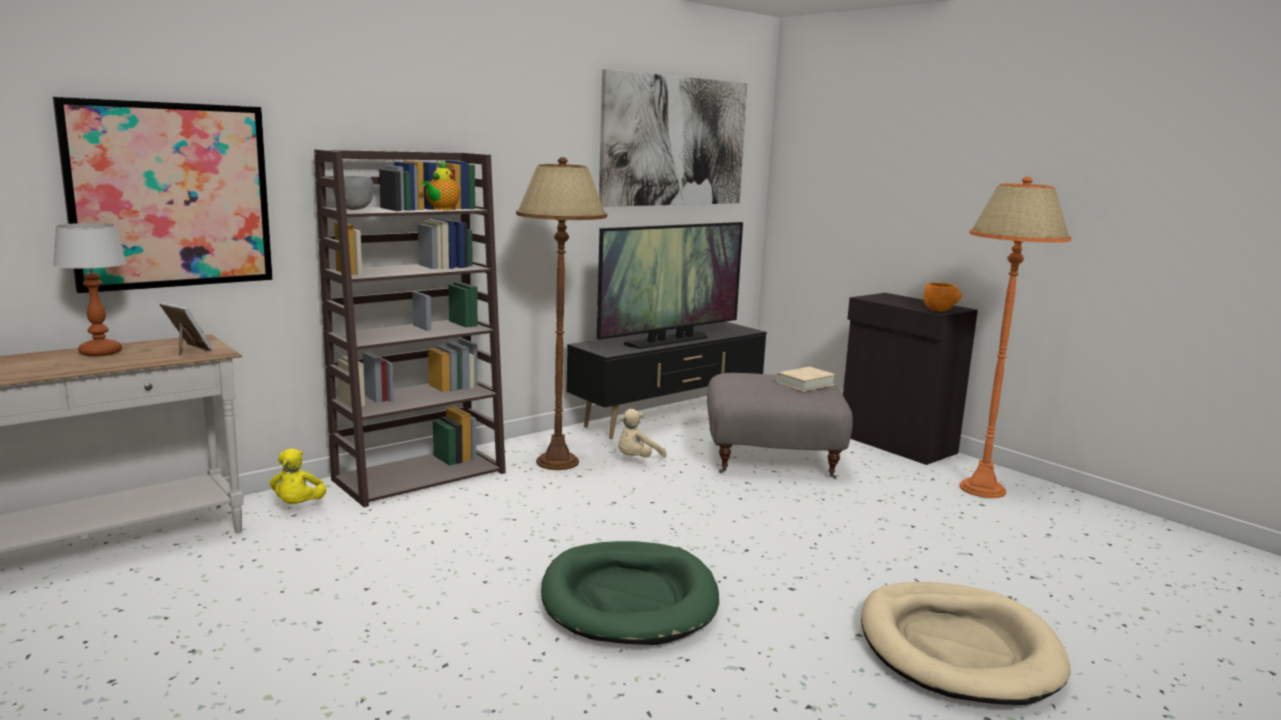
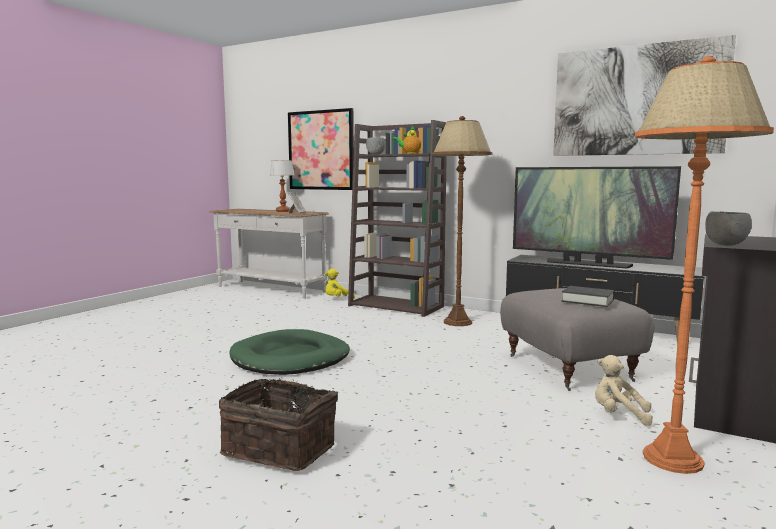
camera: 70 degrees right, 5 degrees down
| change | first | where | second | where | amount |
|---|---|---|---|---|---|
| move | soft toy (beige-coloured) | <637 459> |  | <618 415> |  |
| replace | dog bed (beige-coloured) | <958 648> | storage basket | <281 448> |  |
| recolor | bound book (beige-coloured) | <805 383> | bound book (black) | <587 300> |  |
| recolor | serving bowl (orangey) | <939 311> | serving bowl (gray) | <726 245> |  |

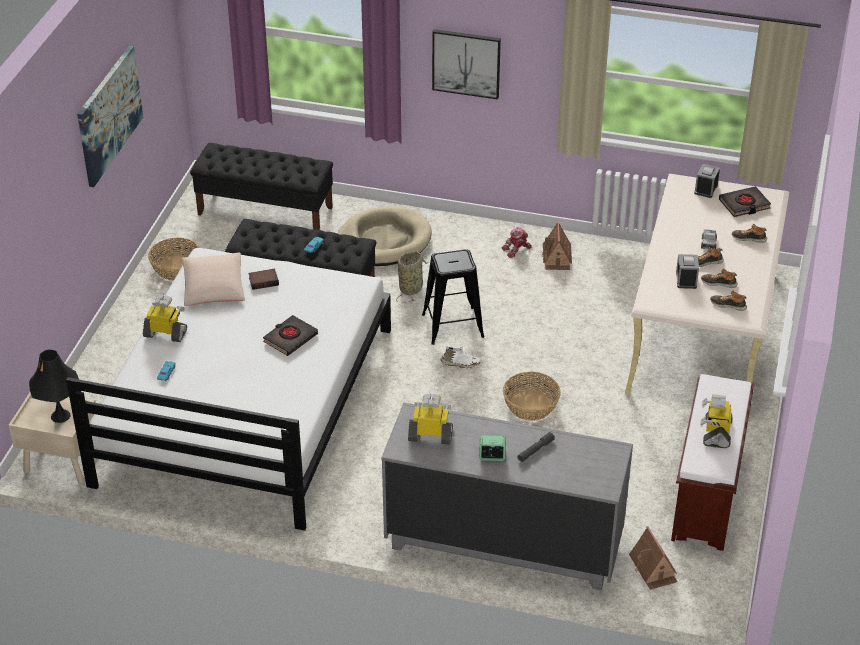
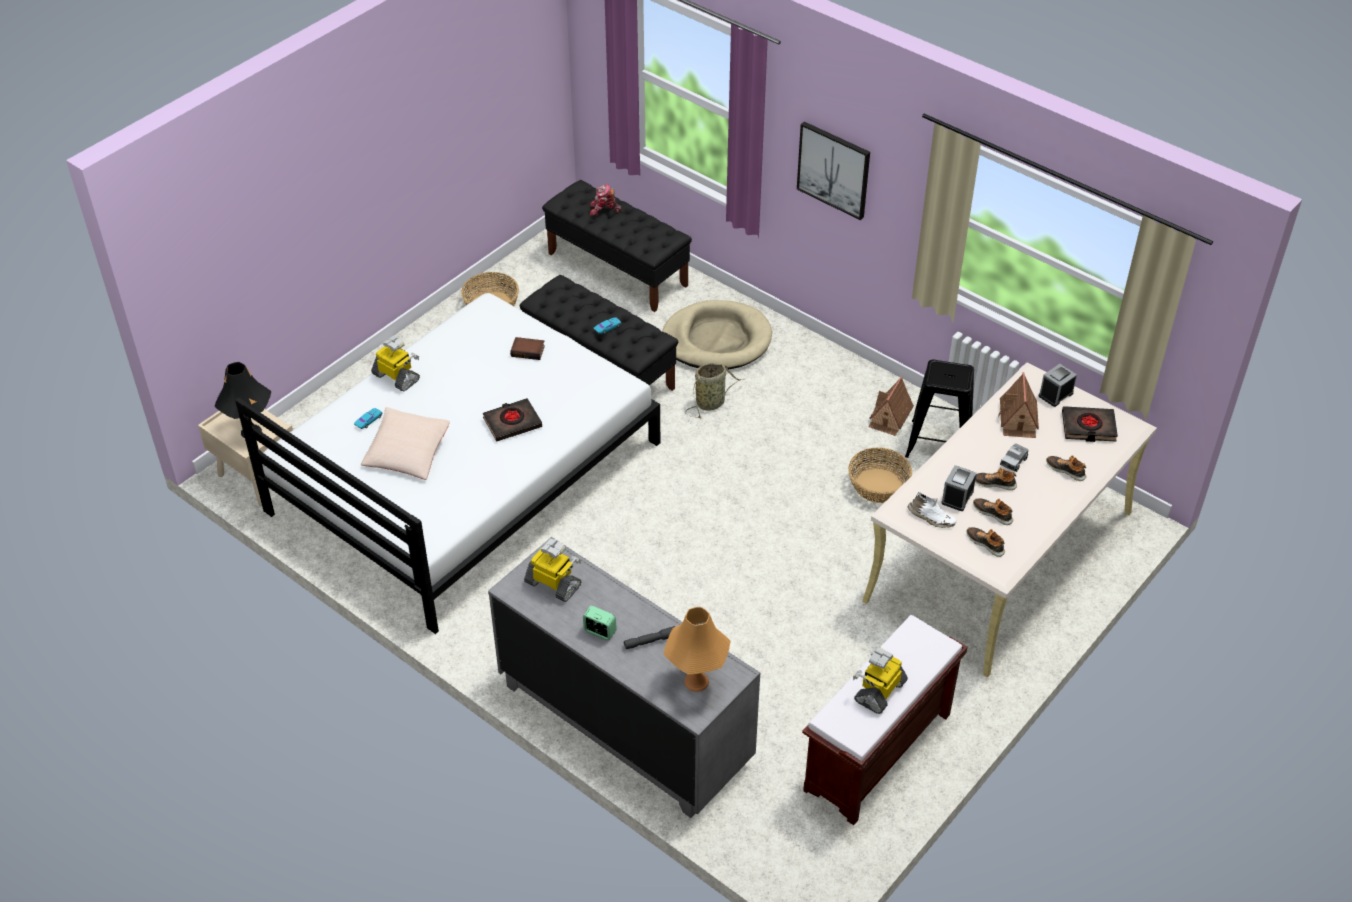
camera: 25 degrees right, 5 degrees up
| change | first | where | second | where | amount |
|---|---|---|---|---|---|
| delete | wall art | <109 115> |  |  |  |
| insert |  |  | lamp for a table (orangey) | <696 681> |  |
| move | pillow (beige-coloured) | <213 288> |  | <407 453> |  |
| move | stool (black) | <452 325> |  | <938 443> |  |
| move | low shoe (white) | <460 363> |  | <931 518> |  |
| move | model robot | <516 250> |  | <604 209> |  |
| move | storage basket | <531 406> |  | <878 486> |  |
| move | toy house | <653 569> |  | <1018 419> |  |

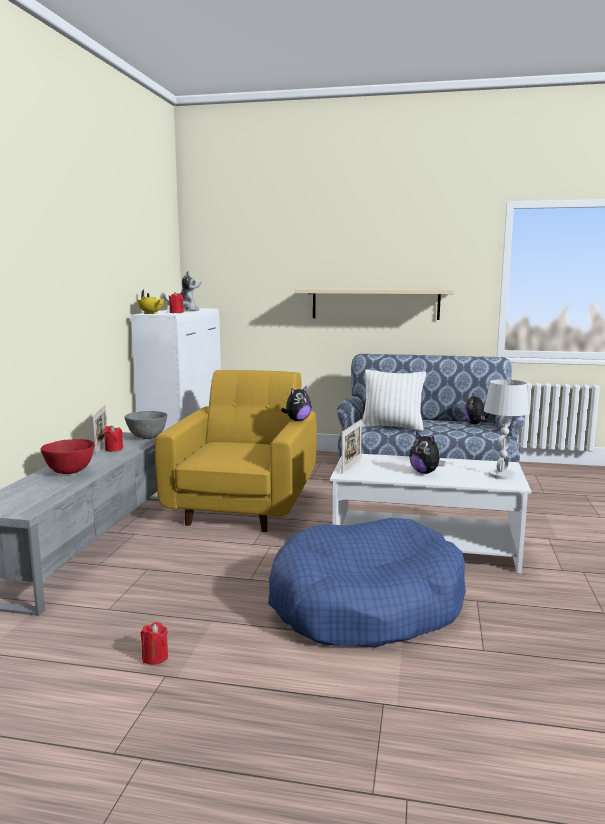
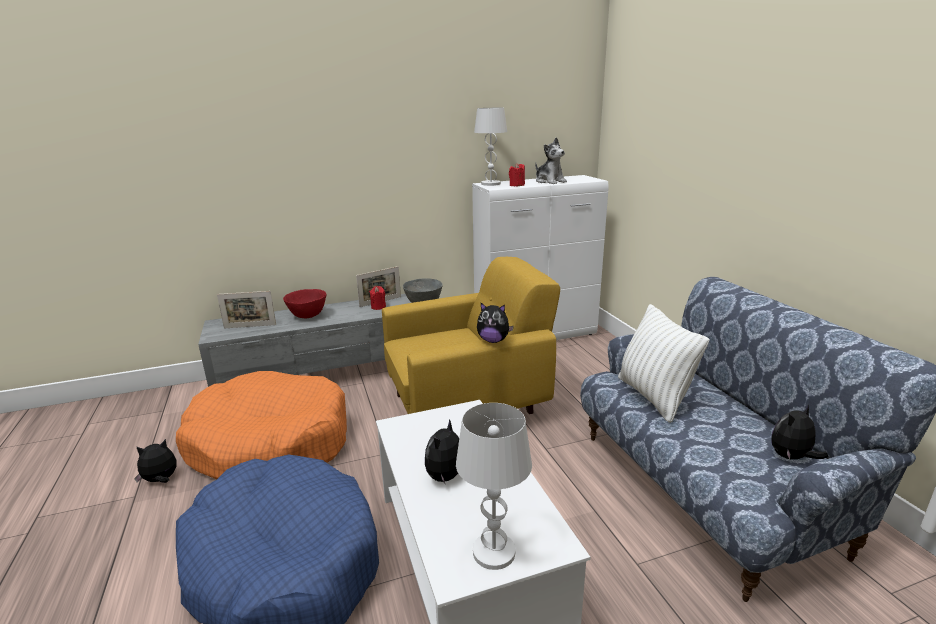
camera: 60 degrees right, 10 degrees up
| change | first | where | second | where | amount |
|---|---|---|---|---|---|
| delete | bracket shelf (beige-coloured) | <375 303> |  |  |  |
| insert |  |  | dog bed (orangey) | <270 443> |  |
| move | standing frame | <351 465> |  | <250 326> |  |
| replace | teapot (yellow-coloured) | <151 313> | lamp for a table (white) | <490 184> |  |
| replace | wax candle (red) | <155 657> | soft toy | <161 480> |  |

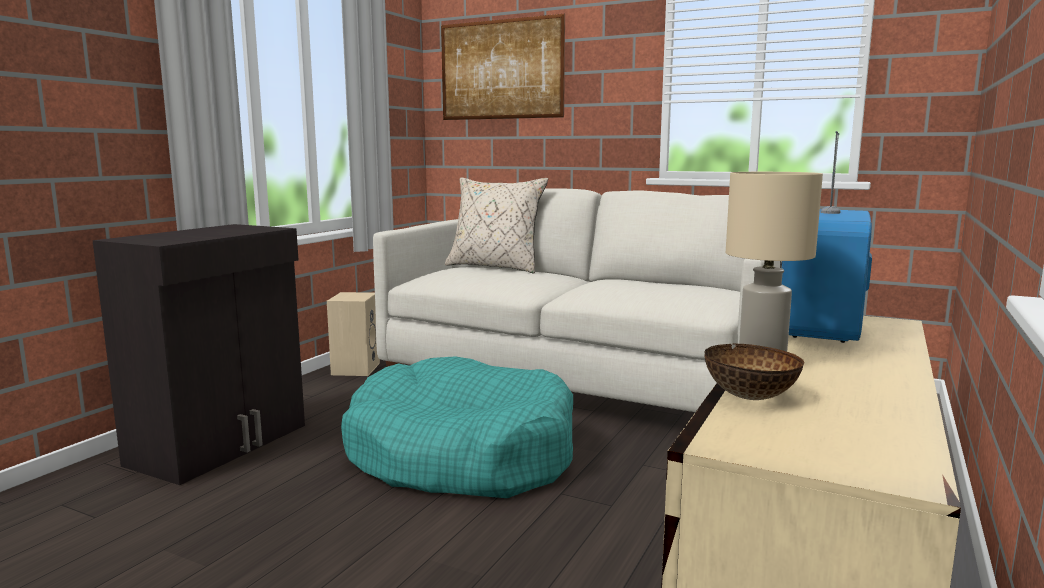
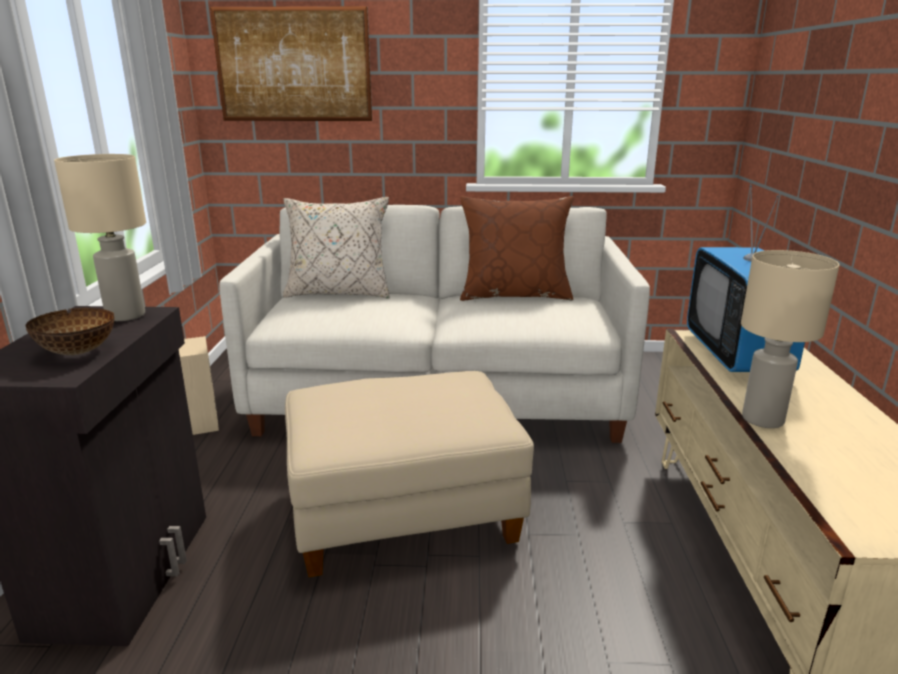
camera: 25 degrees left, 10 degrees up
| change | first | where | second | where | amount |
|---|---|---|---|---|---|
| insert |  |  | lamp for a table (beige-coloured) | <124 316> |  |
| insert |  |  | pillow (brown-coloured) | <515 295> |  |
| move | serving bowl | <751 397> |  | <79 352> |  |
| replace | dog bed (turquoise-coloured) | <461 454> | pouffe (beige-coloured) | <403 512> |  |

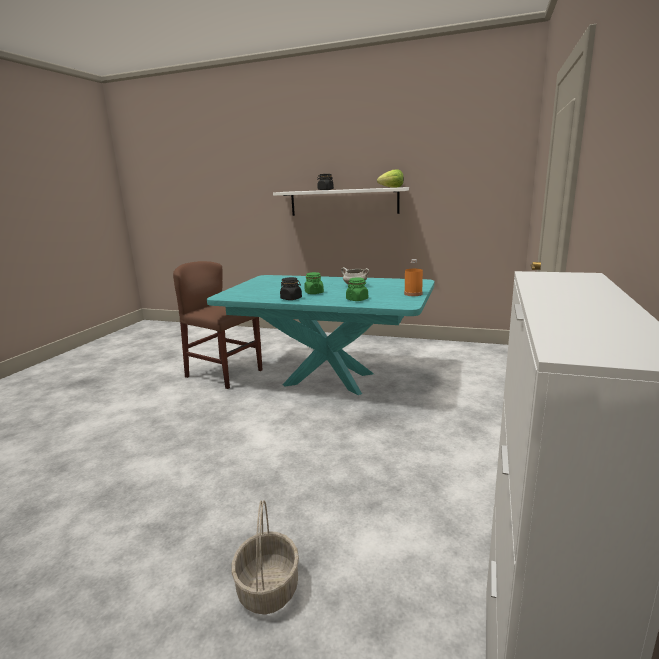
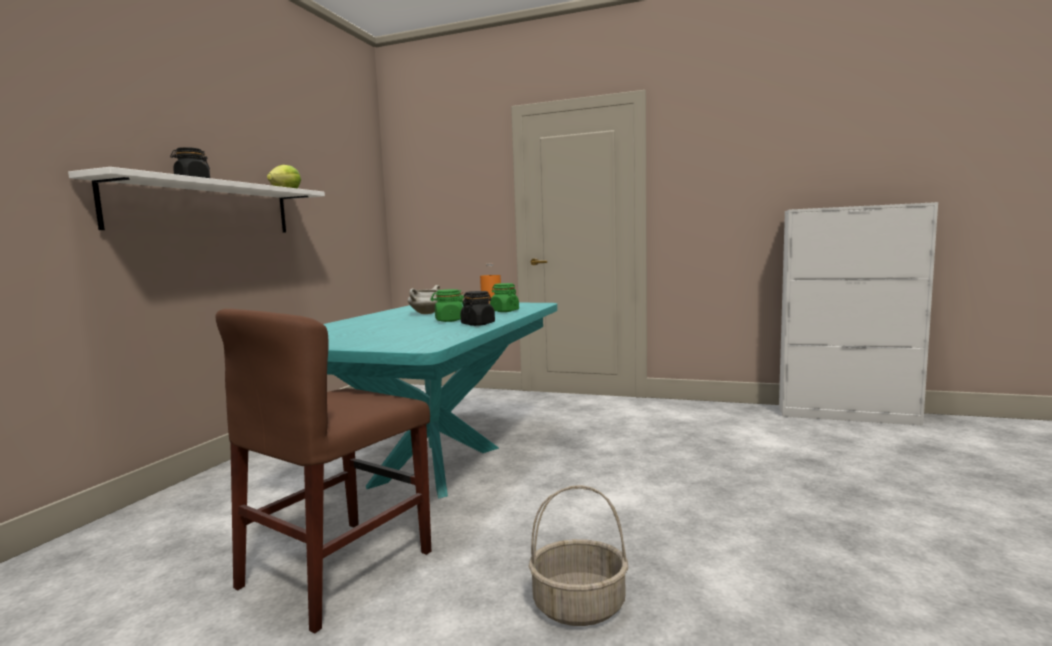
camera: 90 degrees left, 10 degrees down
| change | first | where | second | where | amount |
|---|---|---|---|---|---|
| move | storage basket | <267 588> |  | <578 607> |  |

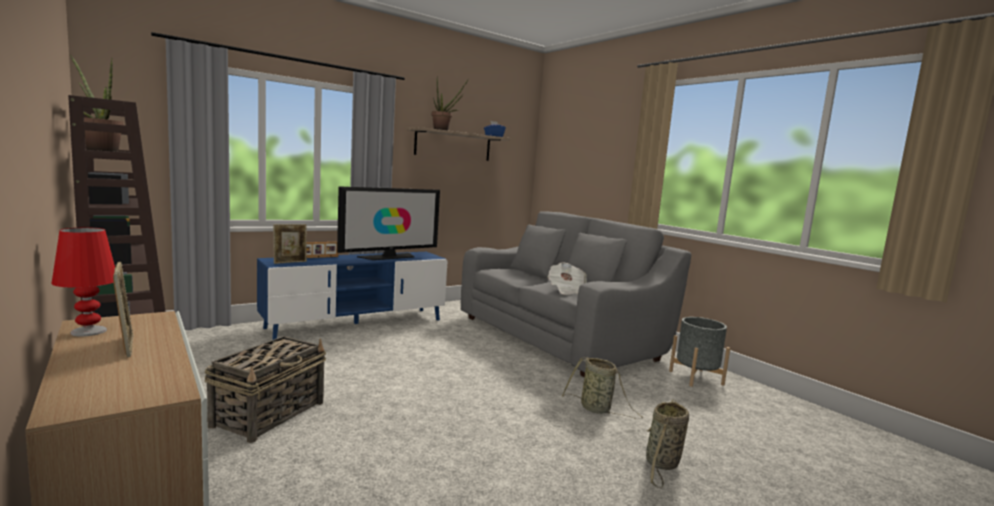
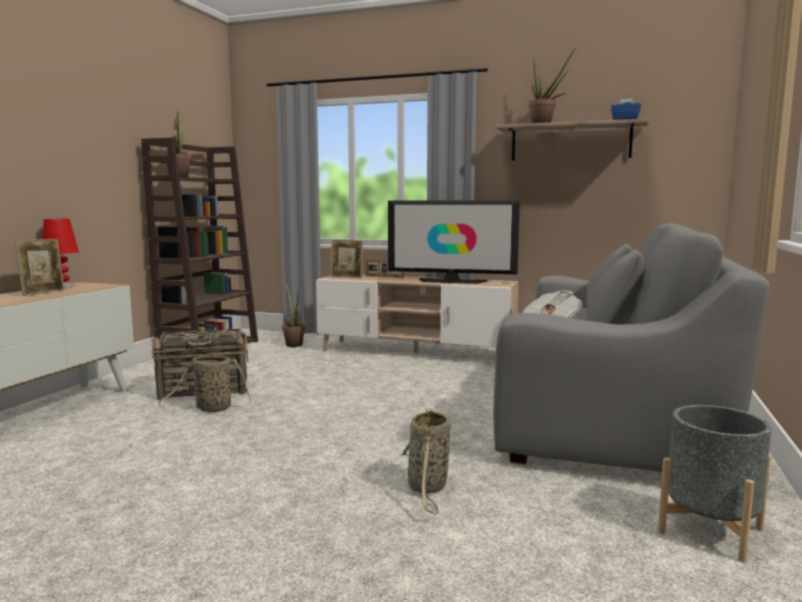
camera: 55 degrees right, 0 degrees up
| change | first | where | second | where | amount |
|---|---|---|---|---|---|
| insert |  |  | plant in a pot | <293 344> |  |
| move | storage basket | <662 464> |  | <211 409> |  |
| recolor | media console (bluish) | <356 324> | media console (beige-coloured) | <415 352> |  |

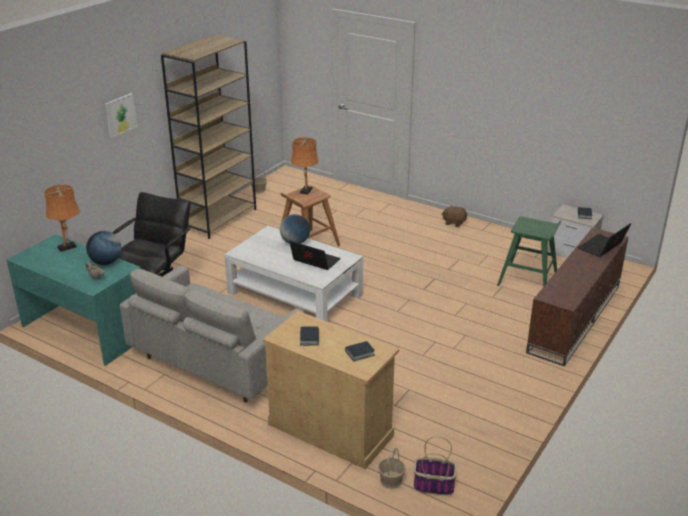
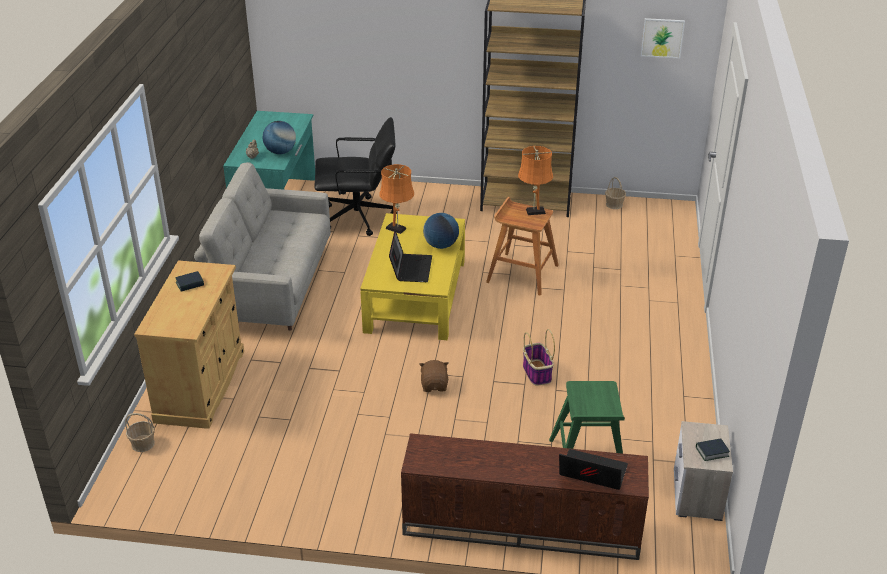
camera: 65 degrees right, 5 degrees up
| change | first | where | second | where | amount |
|---|---|---|---|---|---|
| delete | bound book | <360 353> |  |  |  |
| move | lamp for a table (orangey) | <69 247> |  | <397 229> |  |
| move | wall art | <120 115> |  | <662 38> |  |
| move | storage basket | <433 485> |  | <536 372> |  |
| move | soft toy (brown-coloured) | <454 223> |  | <434 385> |  |
| recolor | lounge table (white) | <294 294> | lounge table (yellow-coloured) | <416 295> |  |

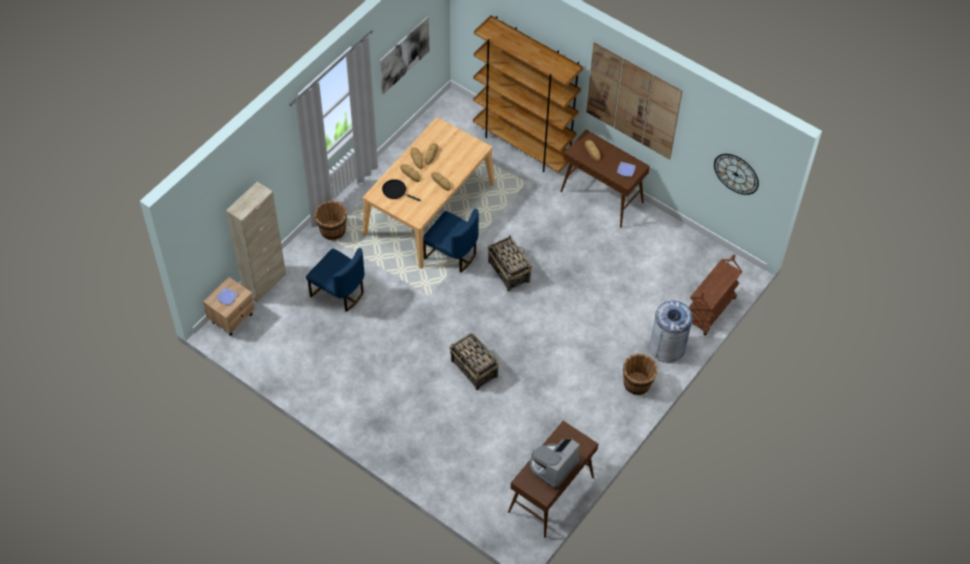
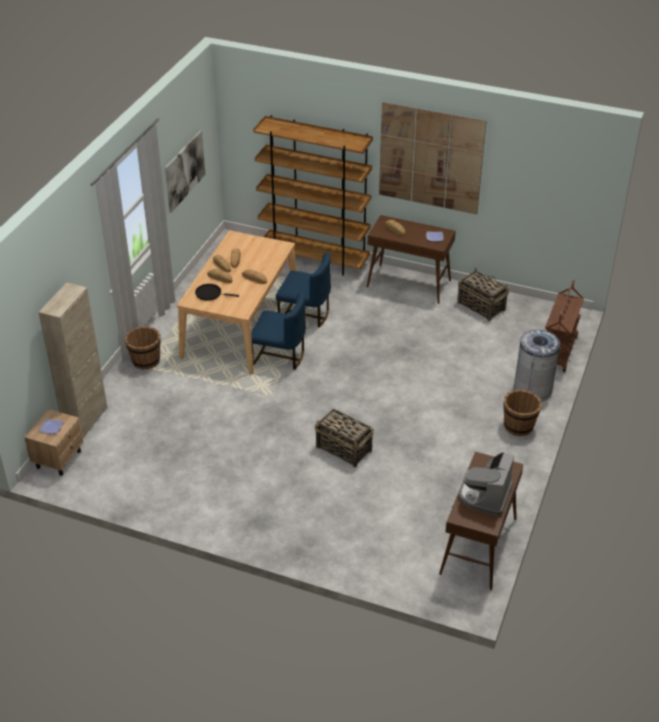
camera: 15 degrees left, 15 degrees down
| change | first | where | second | where | amount |
|---|---|---|---|---|---|
| delete | clock on the wall | <736 174> |  |  |  |
| move | plain chair (bluish) | <339 292> |  | <304 315> |  |
| move | storage basket | <508 271> |  | <480 306> |  |

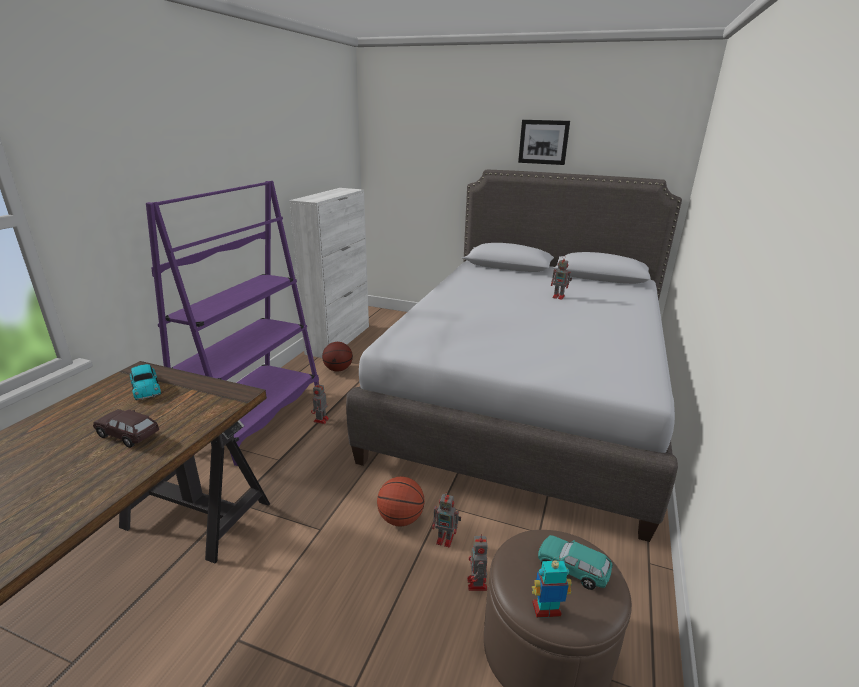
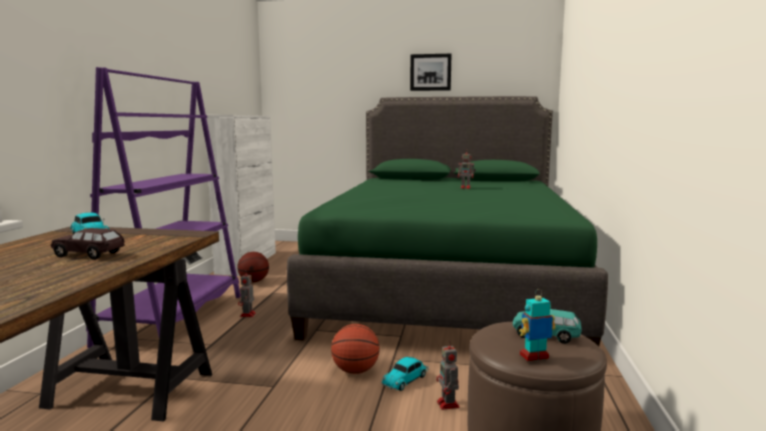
camera: 10 degrees left, 15 degrees down
| change | first | where | second | where | amount |
|---|---|---|---|---|---|
| replace | model robot | <446 539> | model car | <406 379> |  |
| recolor | bed (gray) | <526 395> | bed (greenish) | <447 285> |  |

